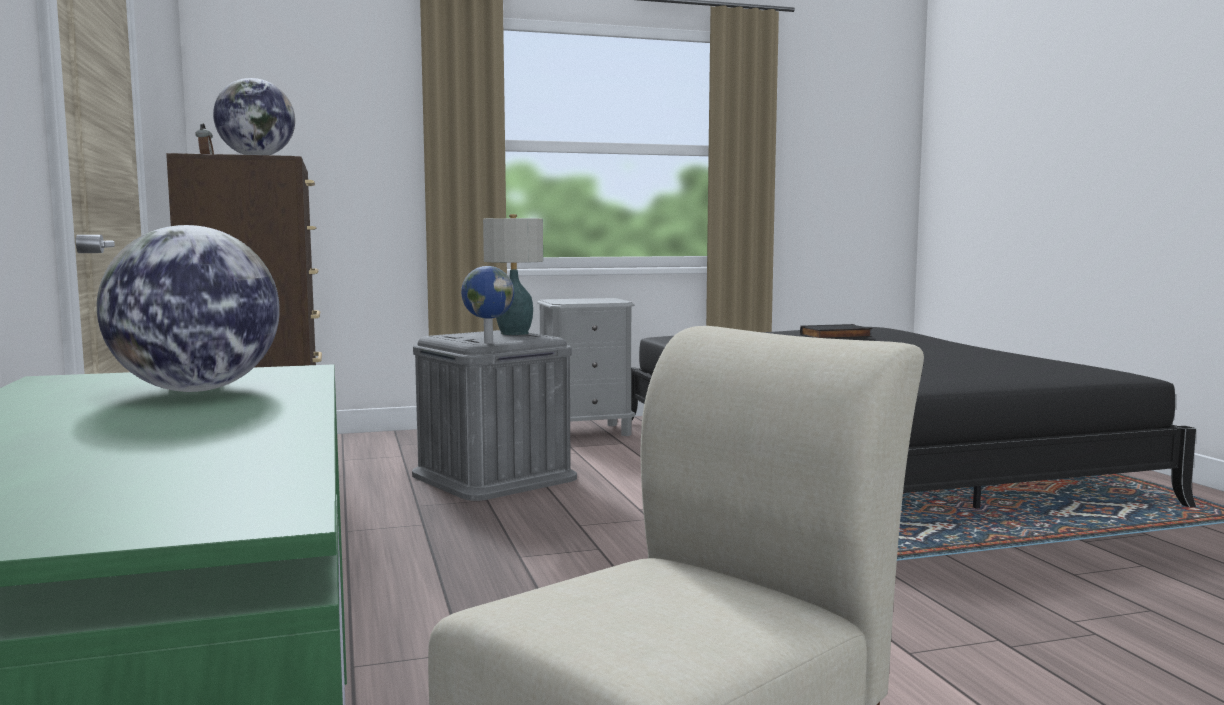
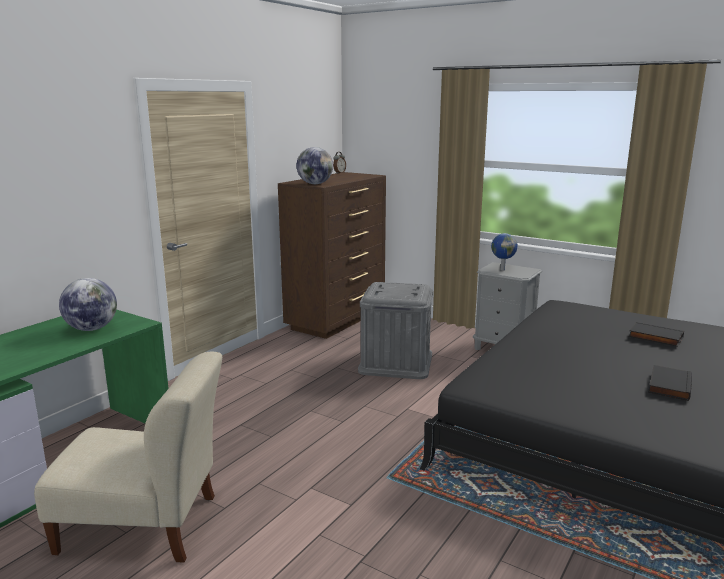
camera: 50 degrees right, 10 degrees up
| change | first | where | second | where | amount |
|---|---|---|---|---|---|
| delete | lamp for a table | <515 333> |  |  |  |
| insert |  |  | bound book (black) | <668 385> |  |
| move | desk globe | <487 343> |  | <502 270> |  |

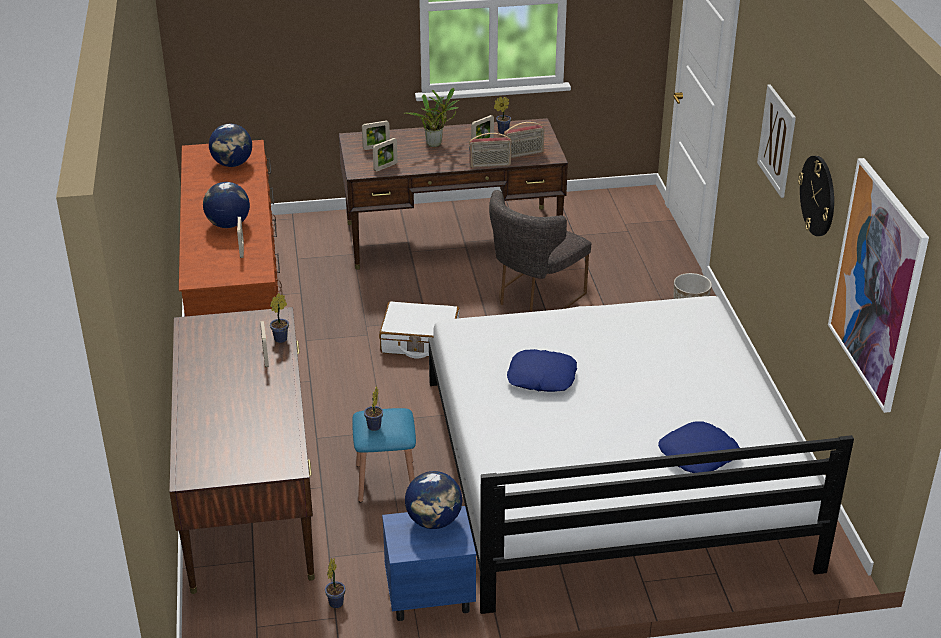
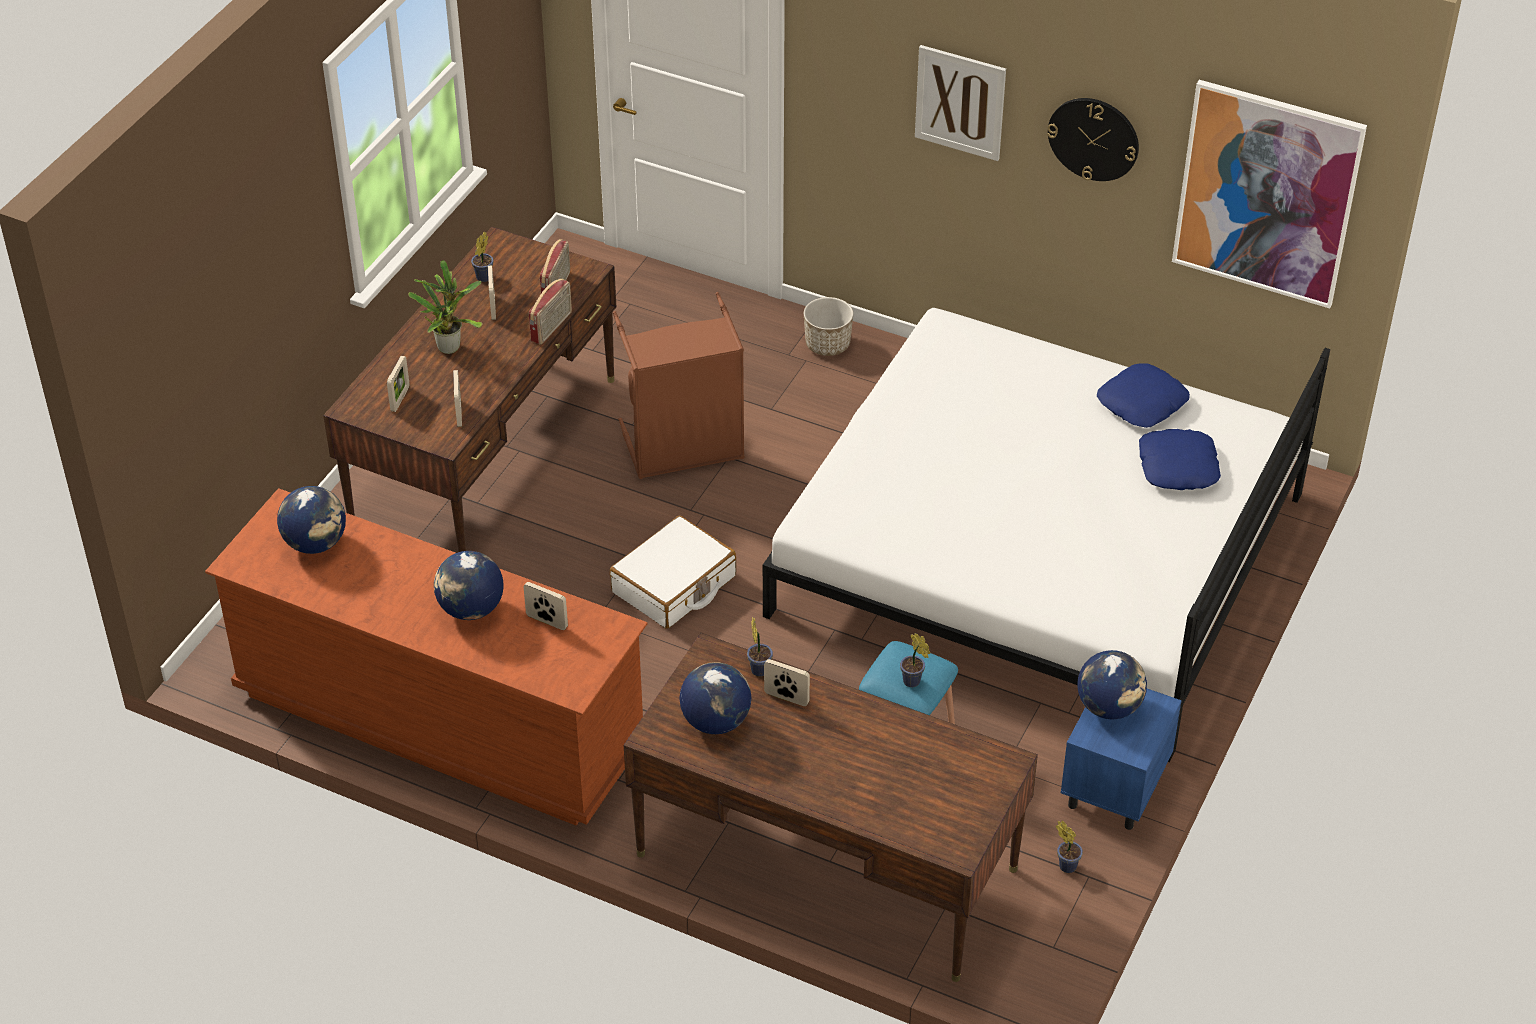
camera: 55 degrees left, 10 degrees up
| change | first | where | second | where | amount |
|---|---|---|---|---|---|
| insert |  |  | desk globe | <715 721> |  |
| move | pillow (bluish) | <541 378> |  | <1142 403> |  |
| replace | plain chair (gray) | <534 297> | hamper (brown-coloured) | <684 449> |  |

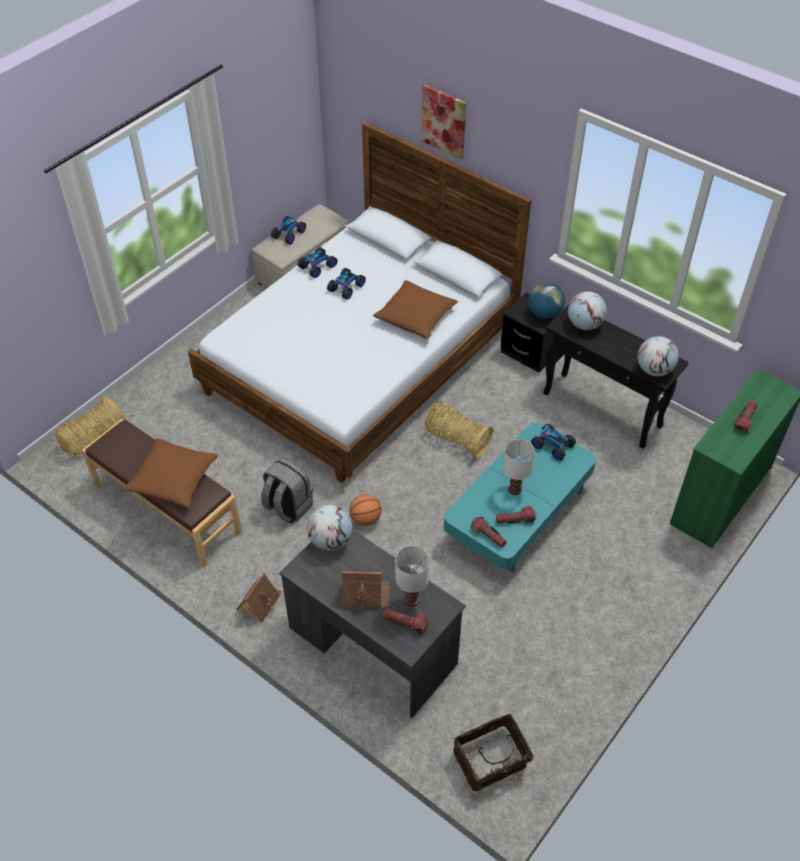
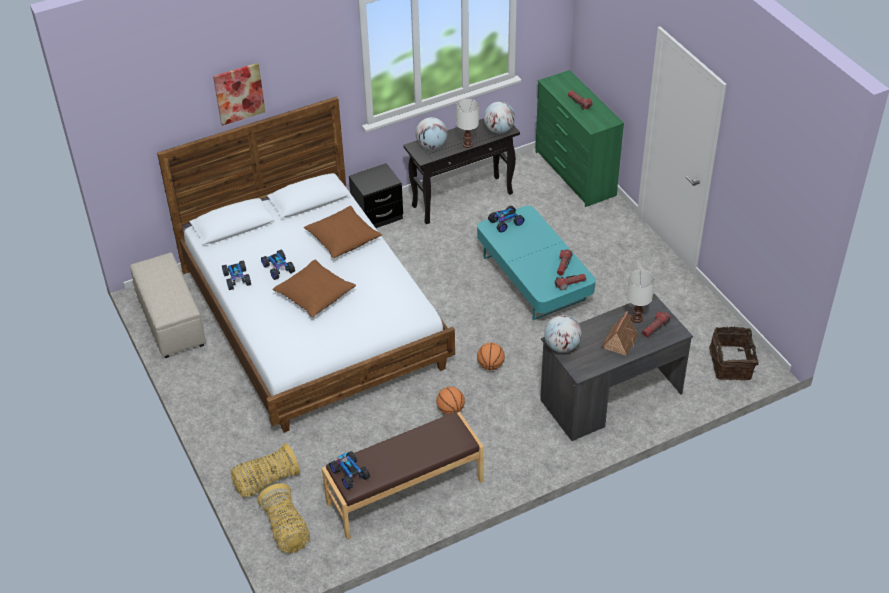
camera: 65 degrees left, 5 degrees down
| change | first | where | second | where | amount |
|---|---|---|---|---|---|
| delete | toy house | <259 602> |  |  |  |
| delete | desk globe | <544 314> |  |  |  |
| move | pillow (brown-coloured) | <173 479> |  | <315 295> |  |
| move | model car | <288 234> |  | <349 474> |  |
| move | storage basket | <456 439> |  | <265 482> |  |
| move | lamp for a table (white) | <514 490> |  | <467 144> |  |
| replace | knapsack (gray) | <287 507> | basketball ball | <450 410> |  |

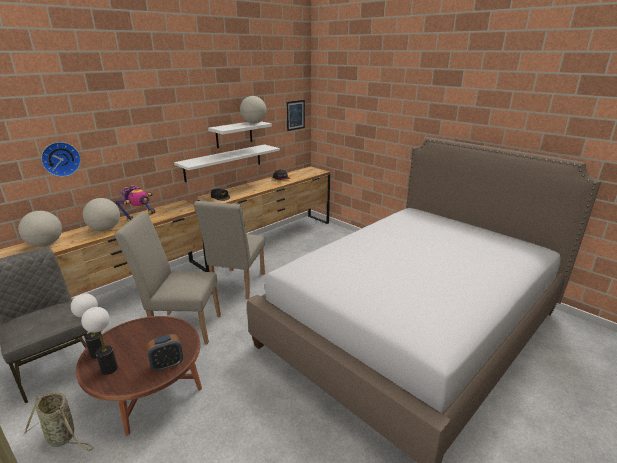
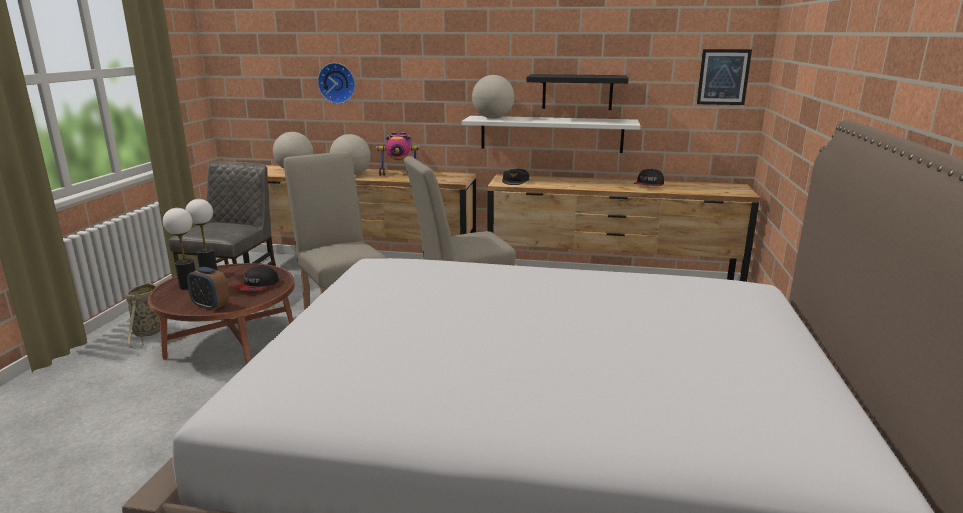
camera: 55 degrees right, 5 degrees down
| change | first | where | second | where | amount |
|---|---|---|---|---|---|
| insert |  |  | baseball cap | <257 286> |  |
| move | desk globe | <253 123> |  | <492 118> |  |
| recolor | bracket shelf (white) | <234 134> | bracket shelf (black) | <577 92> |  |

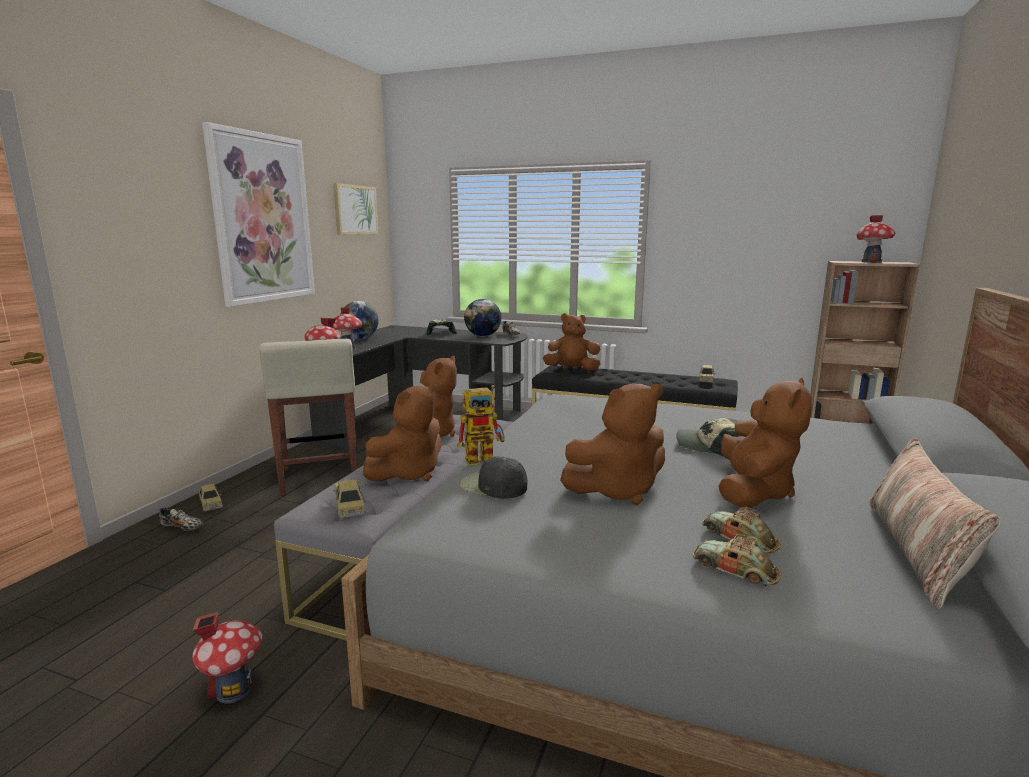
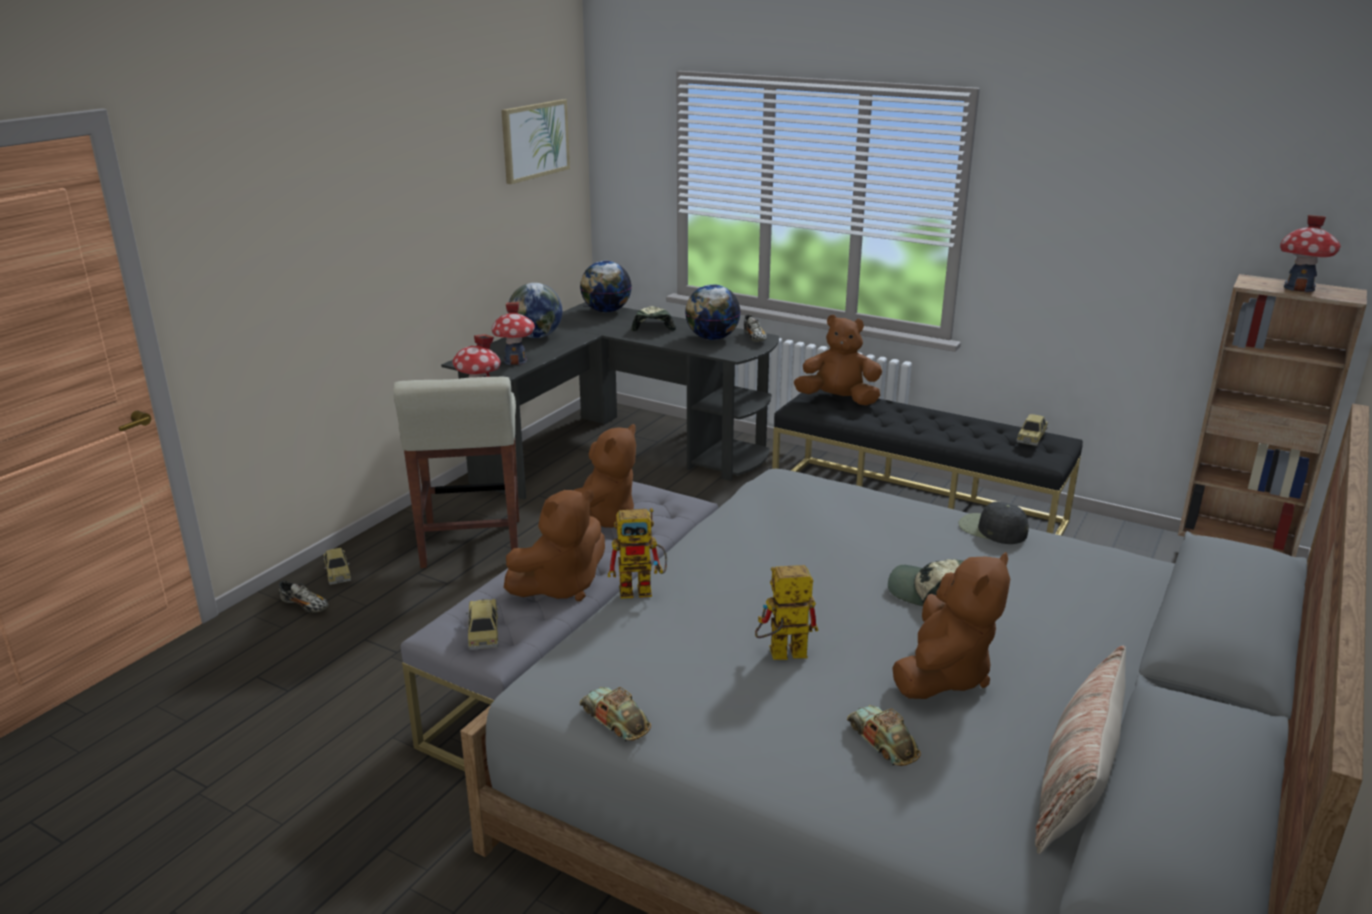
camera: 10 degrees right, 10 degrees up
| change | first | where | second | where | amount |
|---|---|---|---|---|---|
| delete | toy house | <234 690> |  |  |  |
| delete | wall art | <262 218> |  |  |  |
| insert |  |  | desk globe | <606 311> |  |
| move | baseball cap (black) | <492 486> |  | <991 529> |  |
| move | model car | <735 569> |  | <615 720> |  |
| replace | soft toy (brown-coloured) | <617 490> | model robot | <780 655> |  |

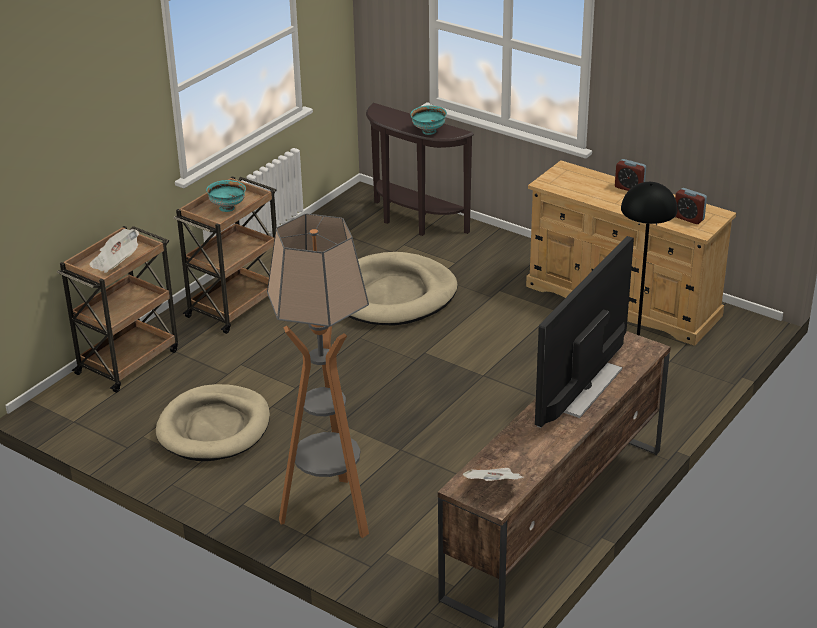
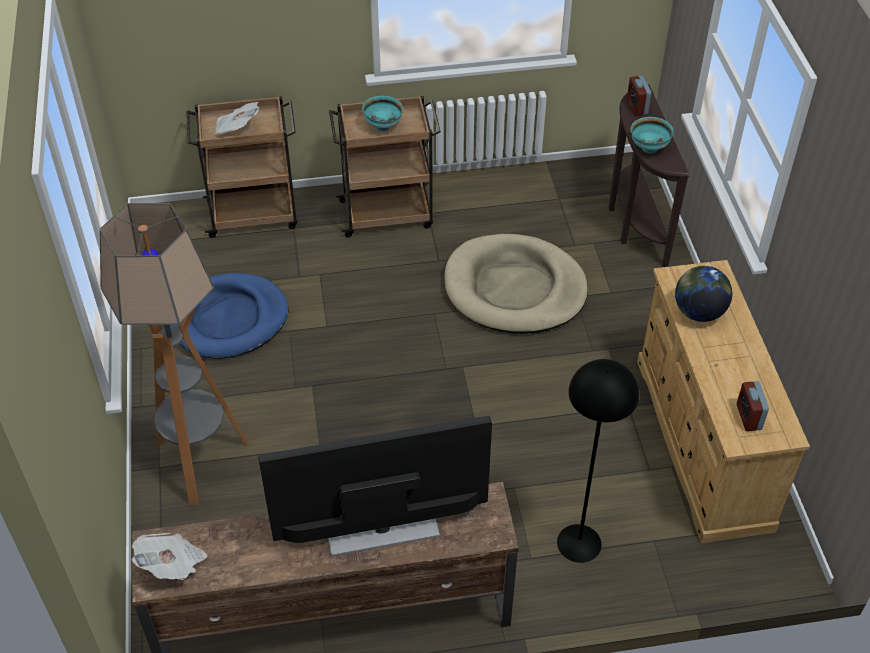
camera: 45 degrees right, 15 degrees up
| change | first | where | second | where | amount |
|---|---|---|---|---|---|
| insert |  |  | desk globe | <698 312> |  |
| move | alarm clock | <629 188> |  | <637 107> |  |
| recolor | dog bed (beige-coloured) | <214 427> | dog bed (bluish) | <228 319> |  |

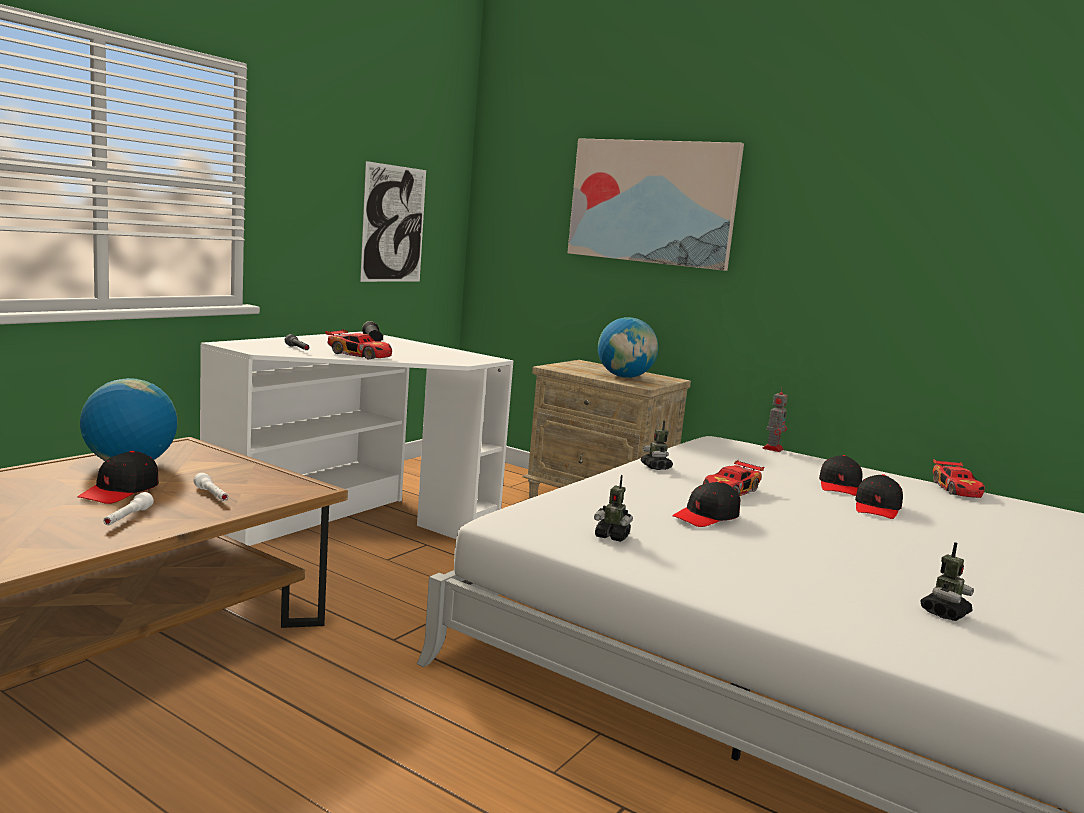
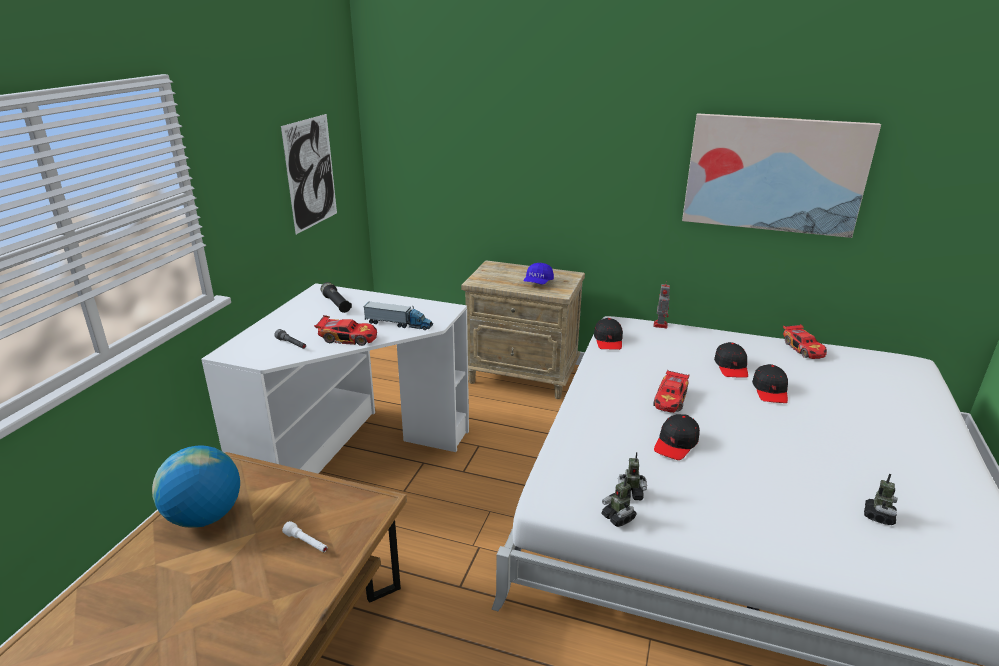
camera: 15 degrees left, 15 degrees up
| change | first | where | second | where | amount |
|---|---|---|---|---|---|
| delete | hand torch (white) | <127 518> |  |  |  |
| insert |  |  | toy lorry | <399 324> |  |
| move | baseball cap (black) | <120 491> |  | <608 340> |  |
| move | wall art | <652 202> |  | <774 174> |  |
| move | model robot | <656 467> |  | <618 517> |  |
| replace | desk globe | <624 377> | baseball cap (bluish) | <538 282> |  |

